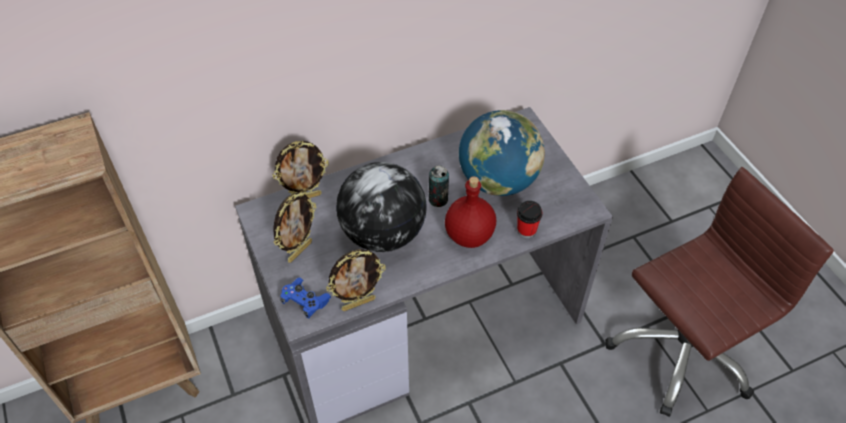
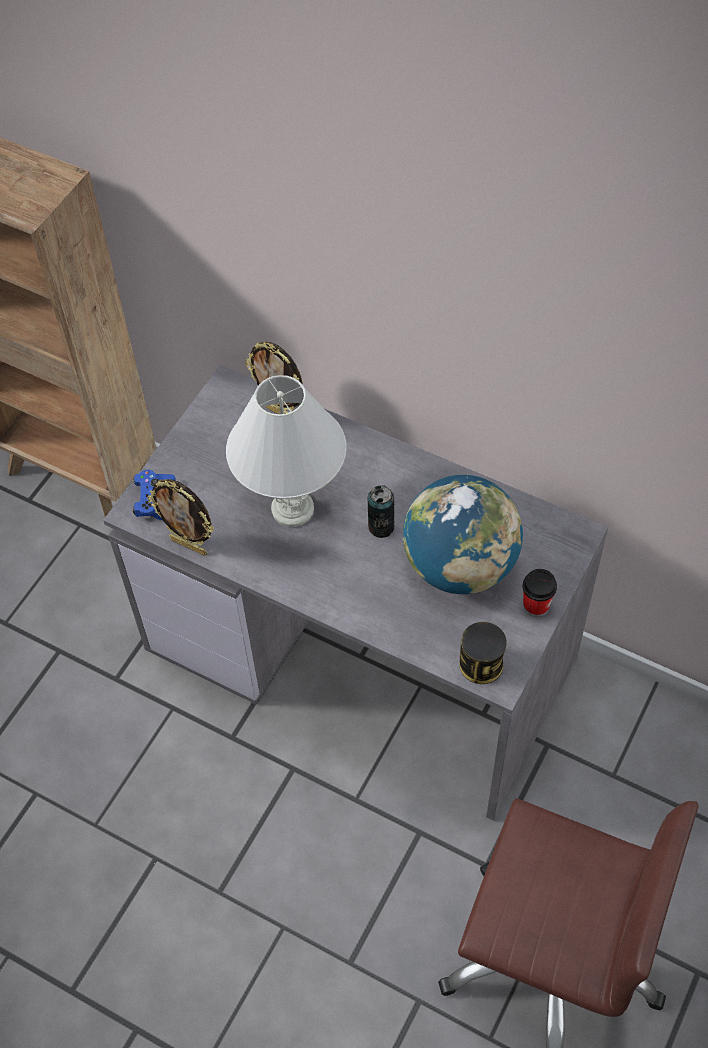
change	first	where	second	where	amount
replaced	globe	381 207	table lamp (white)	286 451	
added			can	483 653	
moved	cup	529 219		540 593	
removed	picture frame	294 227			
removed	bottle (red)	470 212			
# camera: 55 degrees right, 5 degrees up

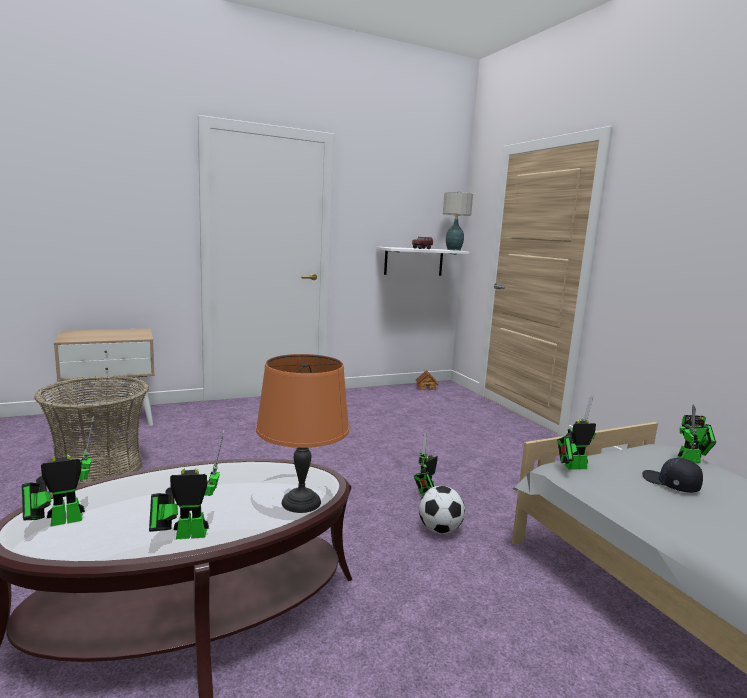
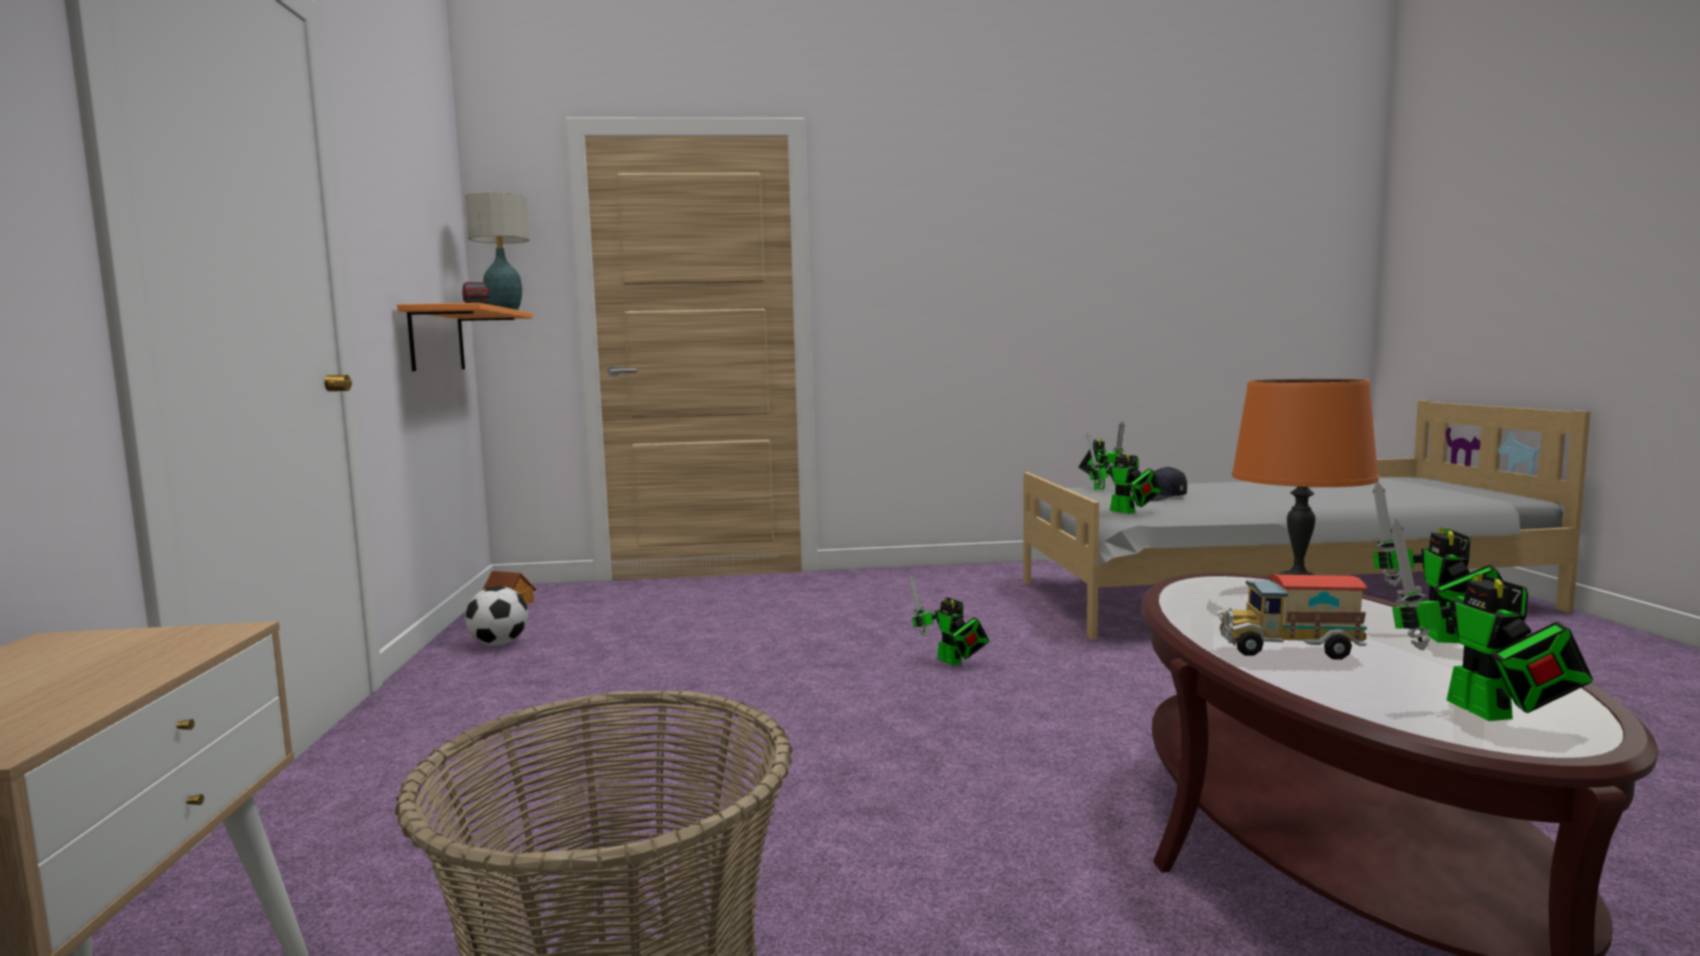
change	first	where	second	where	amount
recoloured	shelf (white)	422 261	shelf (orange)	465 337	
moved	football	442 510		496 616	
turned	toy robot	576 432		1124 473	45 degrees counterclockwise
added			toy truck	1292 617	
# camera: 70 degrees left, 5 degrees down

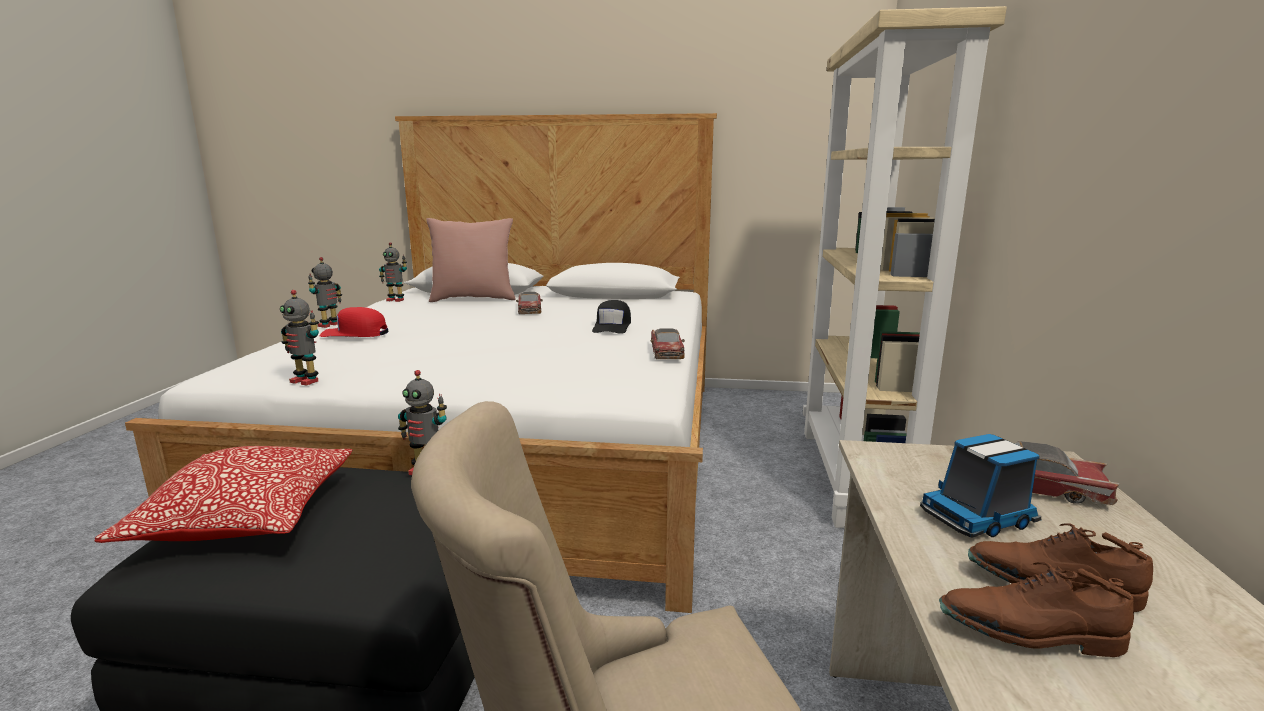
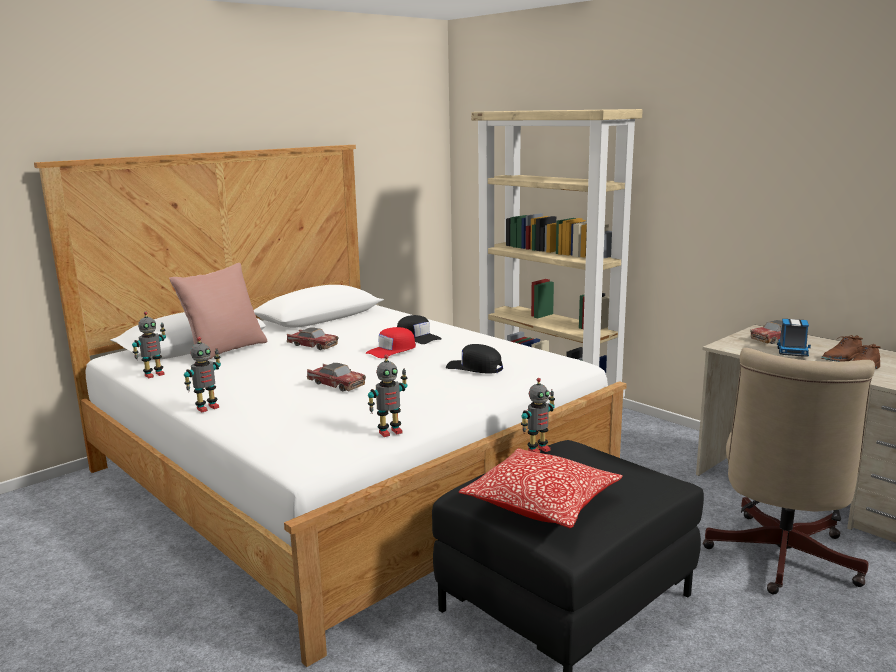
change	first	where	second	where	amount
turned	toy robot	325 292		202 374	105 degrees counterclockwise
moved	toy car	668 343		336 377	
moved	cap (red)	354 322		391 342	
added			cap (black)	474 359	
# camera: 50 degrees left, 0 degrees up

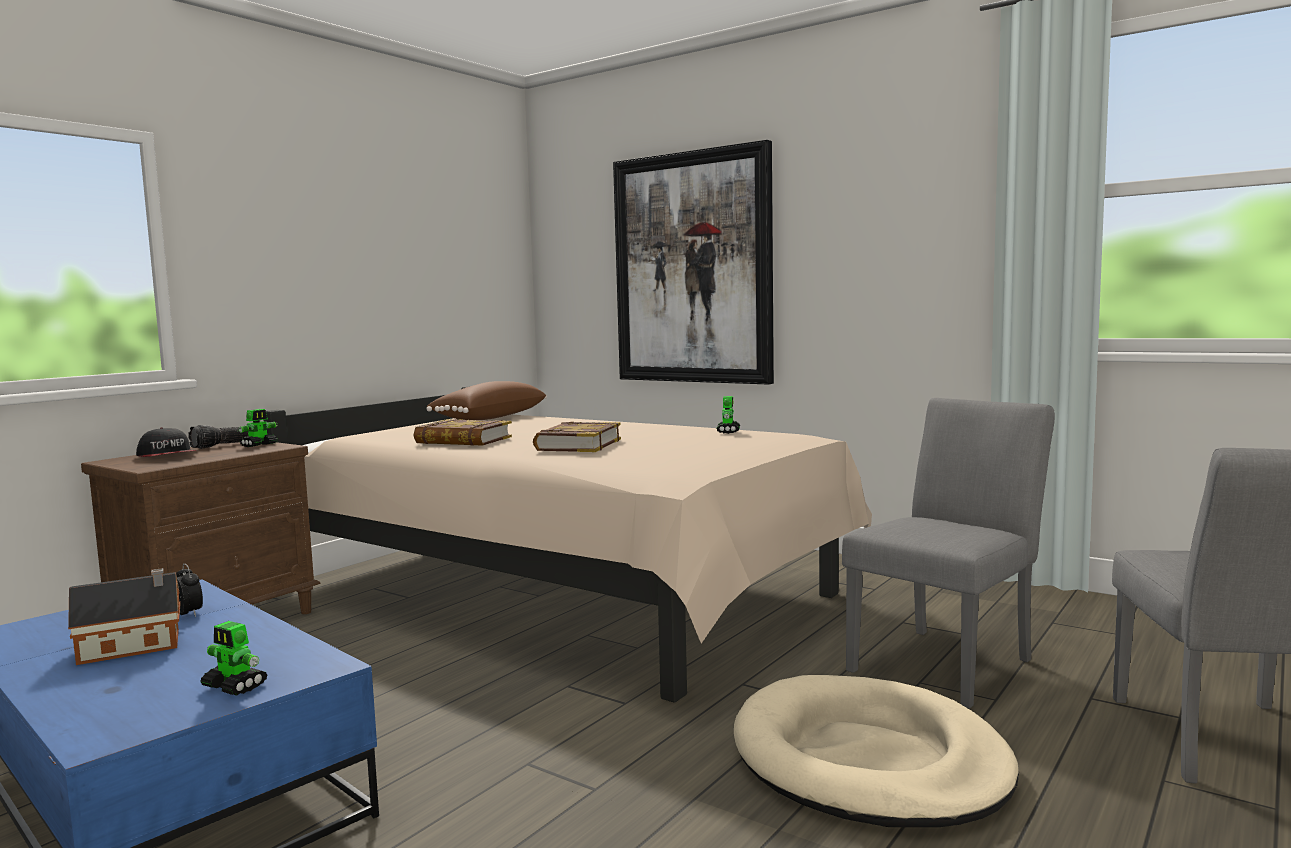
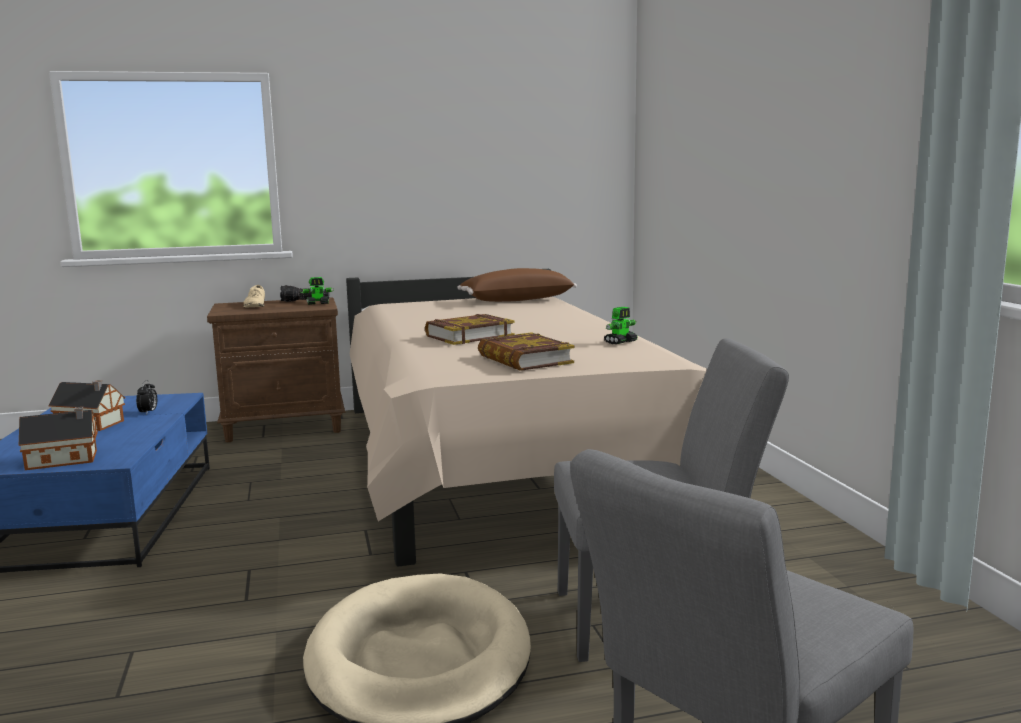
change	first	where	second	where	amount
replaced	toy robot	233 658	toy house	58 438	
replaced	cap	166 442	shoe (beige)	254 296	
moved	book	462 432		526 351	
removed	picture	693 262			
# camera: 40 degrees right, 5 degrees up

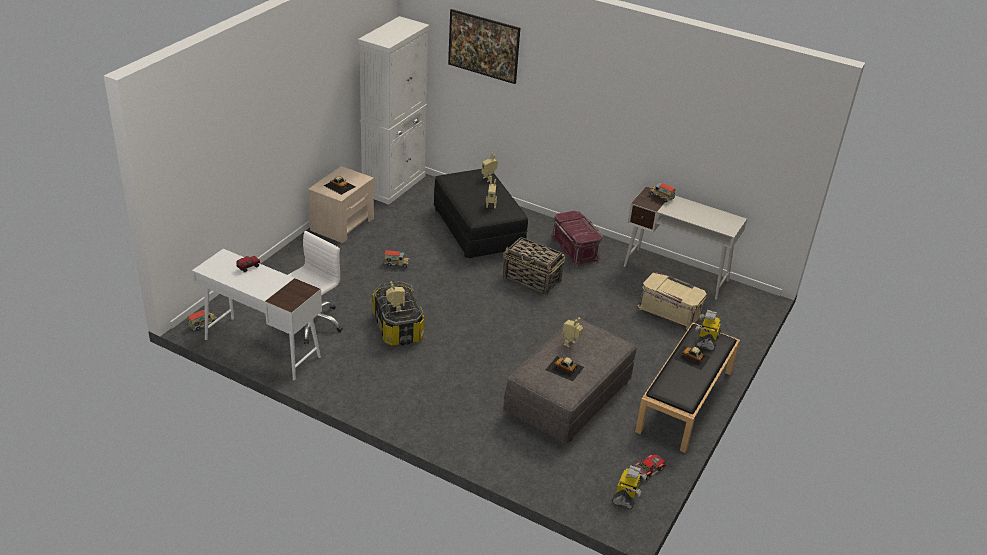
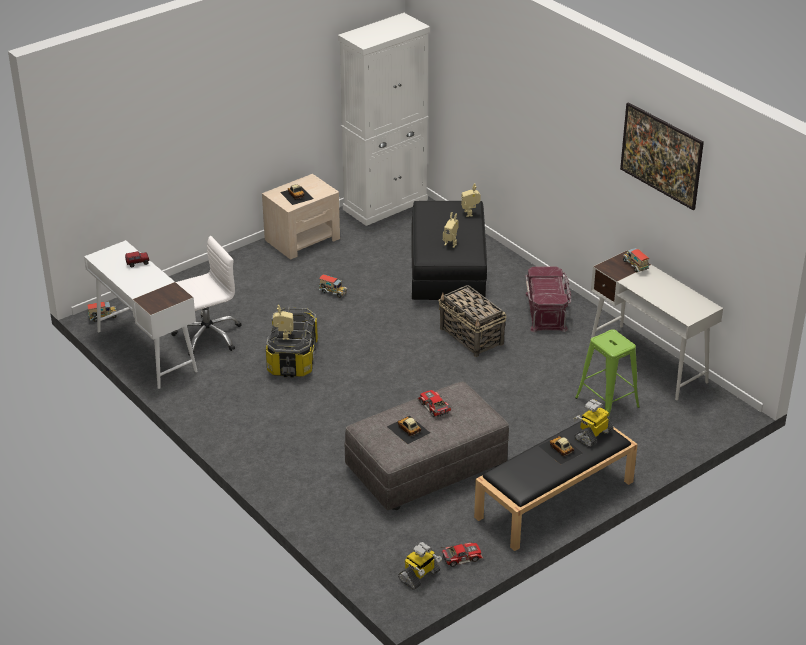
change	first	where	second	where	amount
replaced	toy robot	572 332	toy car	434 403	
replaced	storage box (beige)	672 301	stool (green)	607 373	
moved	picture	484 46		662 156	
# camera: 25 degrees right, 0 degrees up

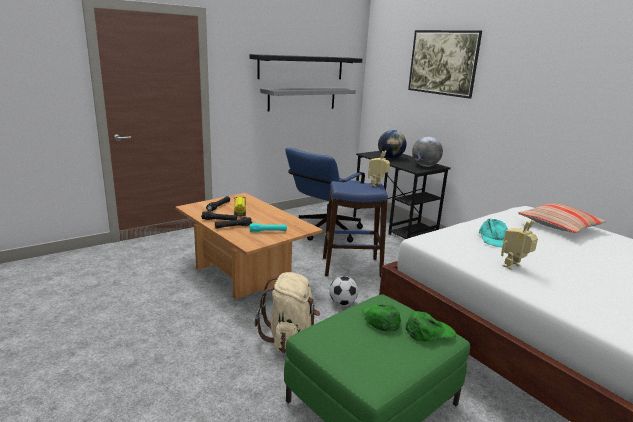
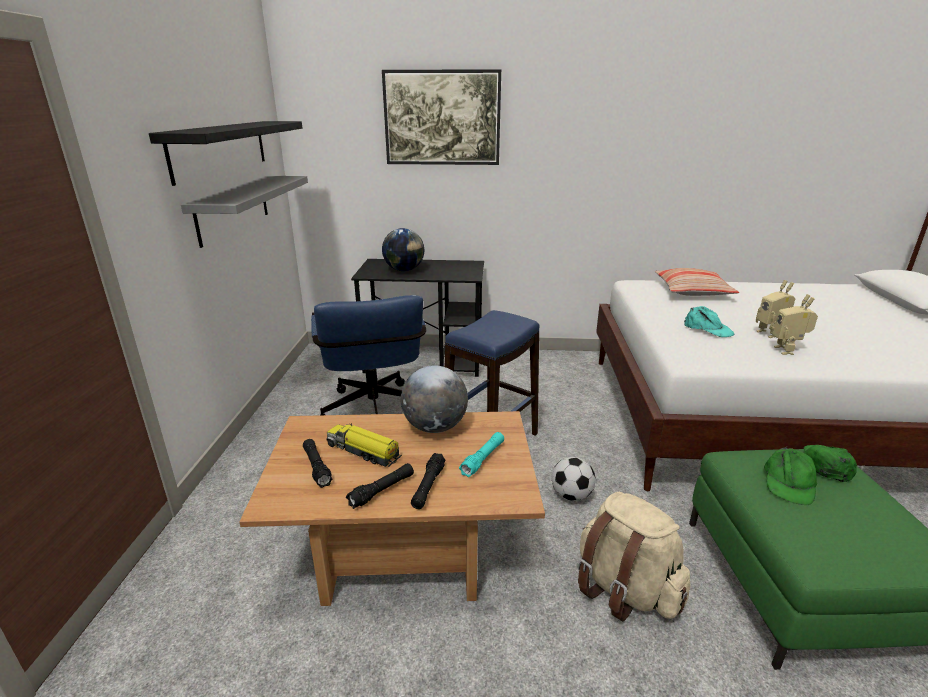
change	first	where	second	where	amount
moved	globe	427 152		434 399	
moved	toy robot	379 169		775 309	
turned	cap (green)	381 317		790 476	90 degrees counterclockwise
# camera: 50 degrees left, 5 degrees up

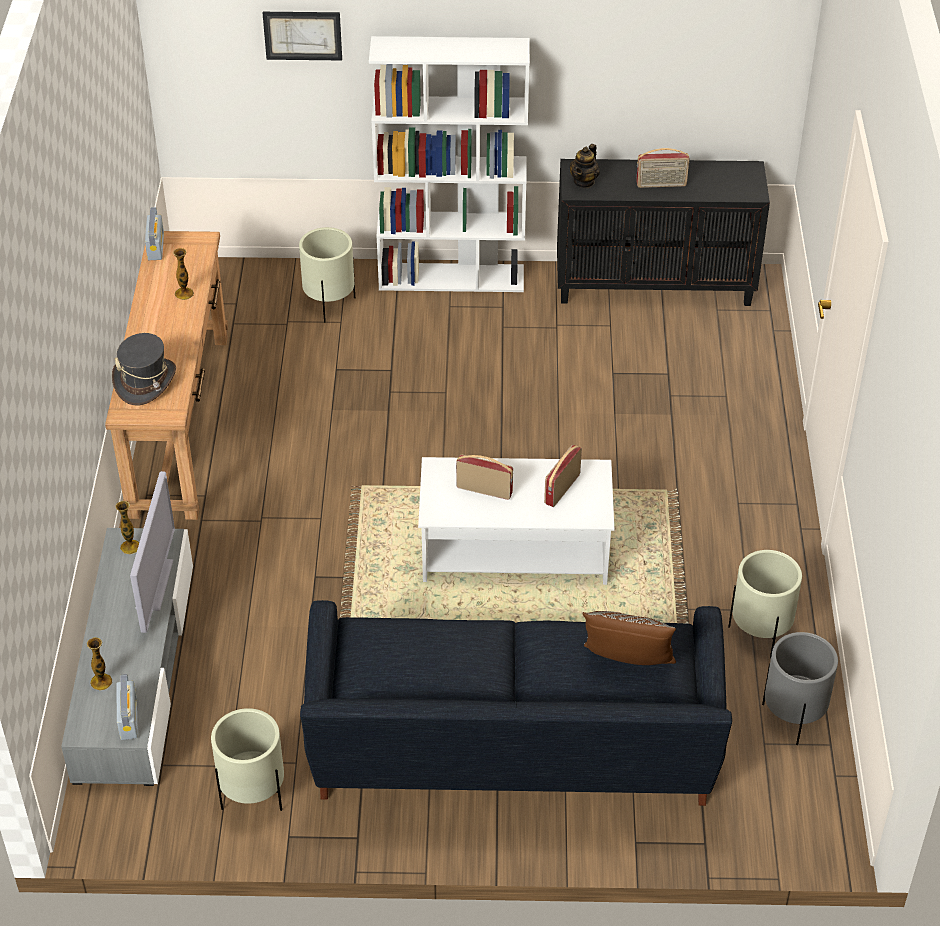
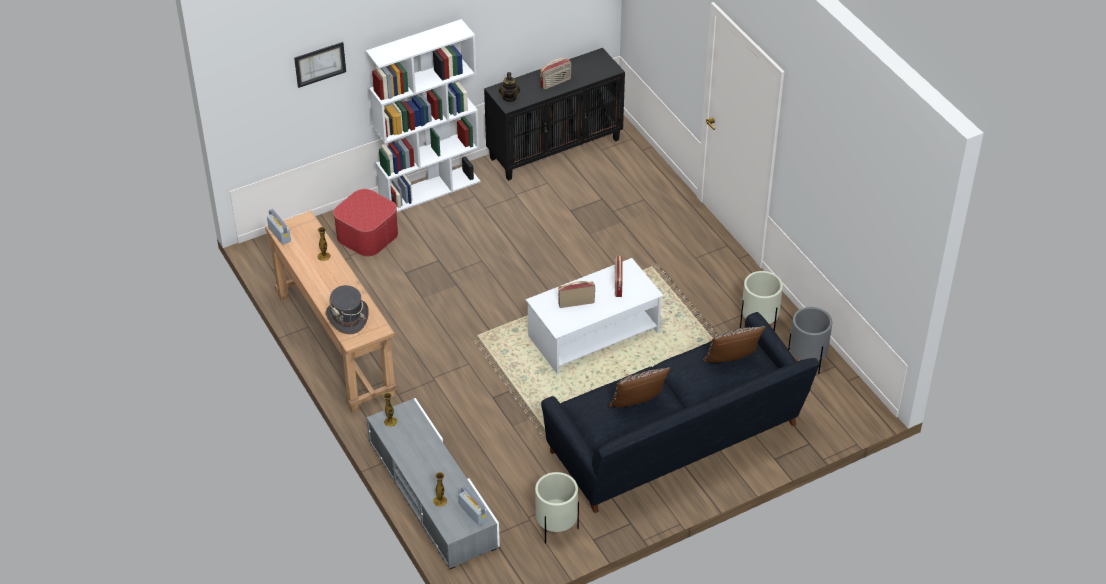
change	first	where	second	where	amount
replaced	planter (beige)	327 274	ottoman	365 223	
added			pillow (brown)	640 387	
removed	television	152 552			
# camera: 30 degrees left, 0 degrees up

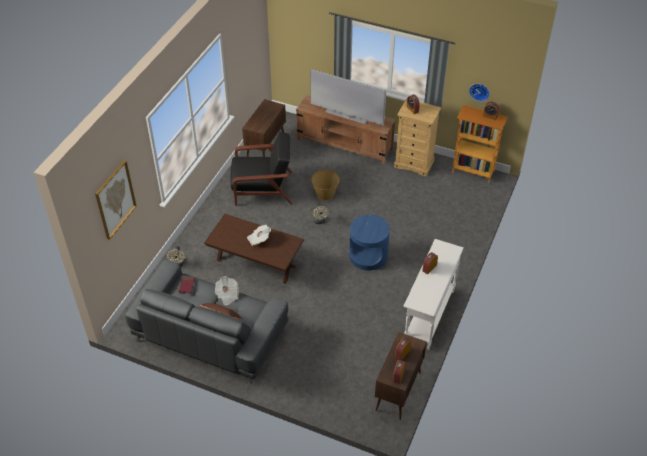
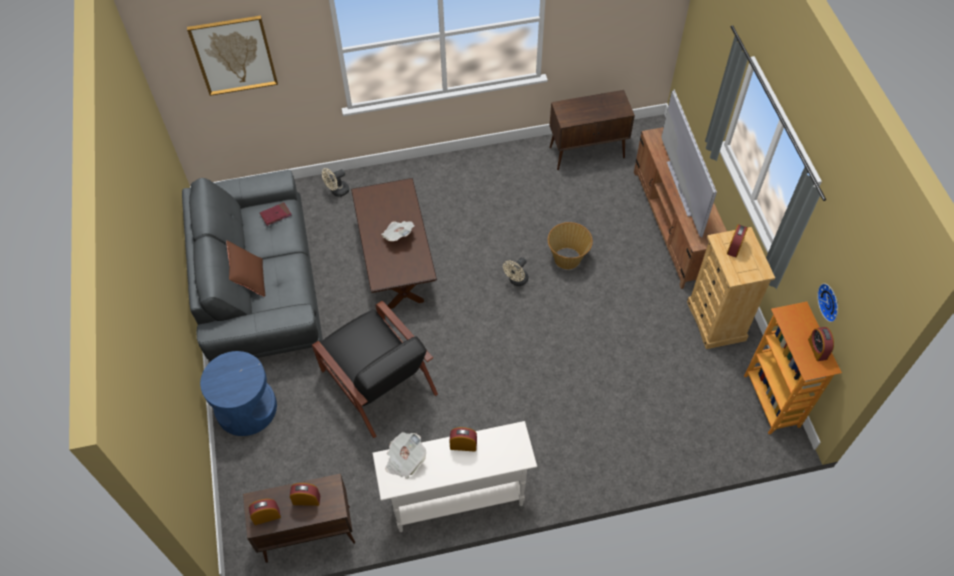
change	first	where	second	where	amount
moved	side table (blue)	369 242		238 393	
moved	armchair (black)	261 169		375 369	
moved	newspaper	227 291		405 455	
# camera: 55 degrees right, 10 degrees up

